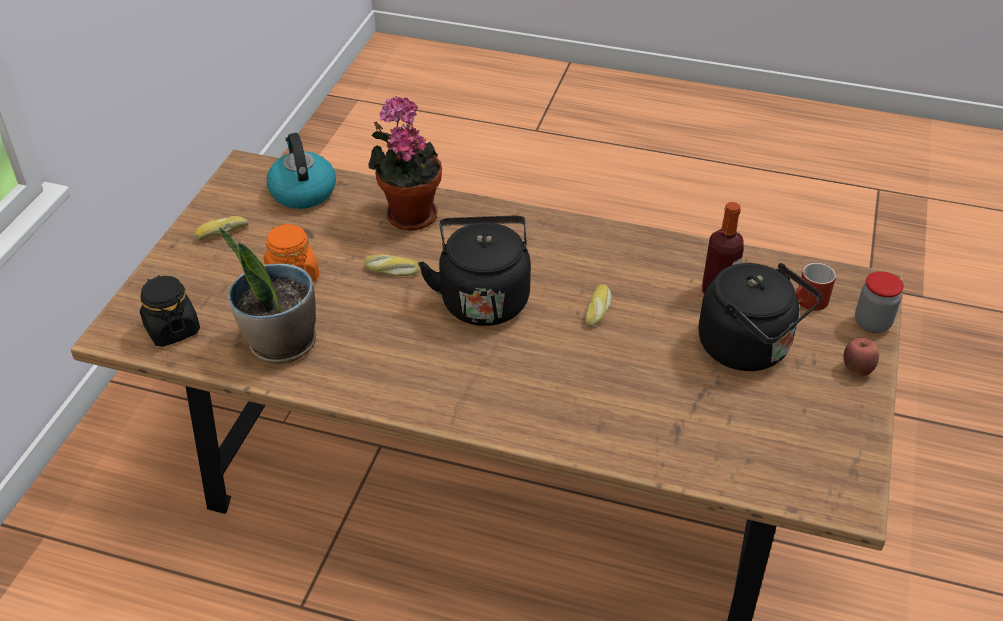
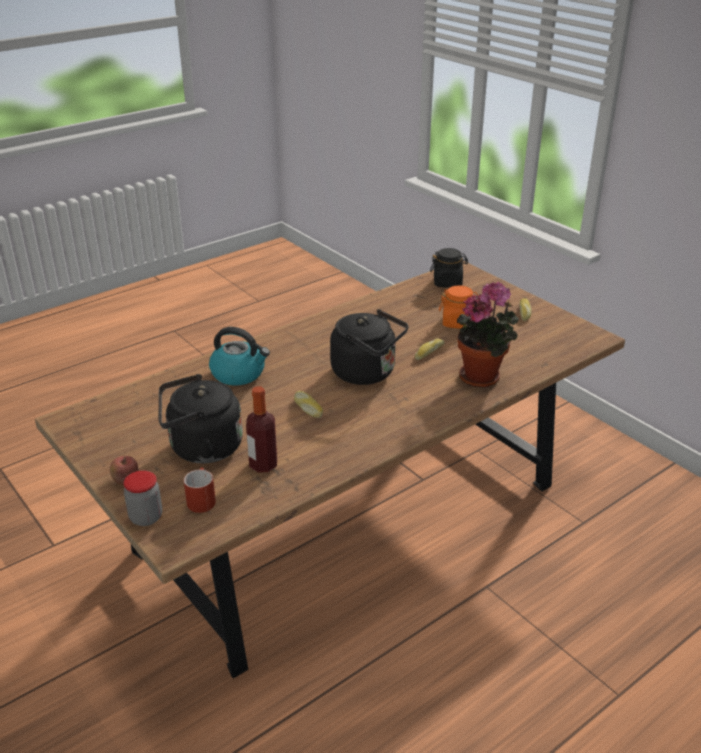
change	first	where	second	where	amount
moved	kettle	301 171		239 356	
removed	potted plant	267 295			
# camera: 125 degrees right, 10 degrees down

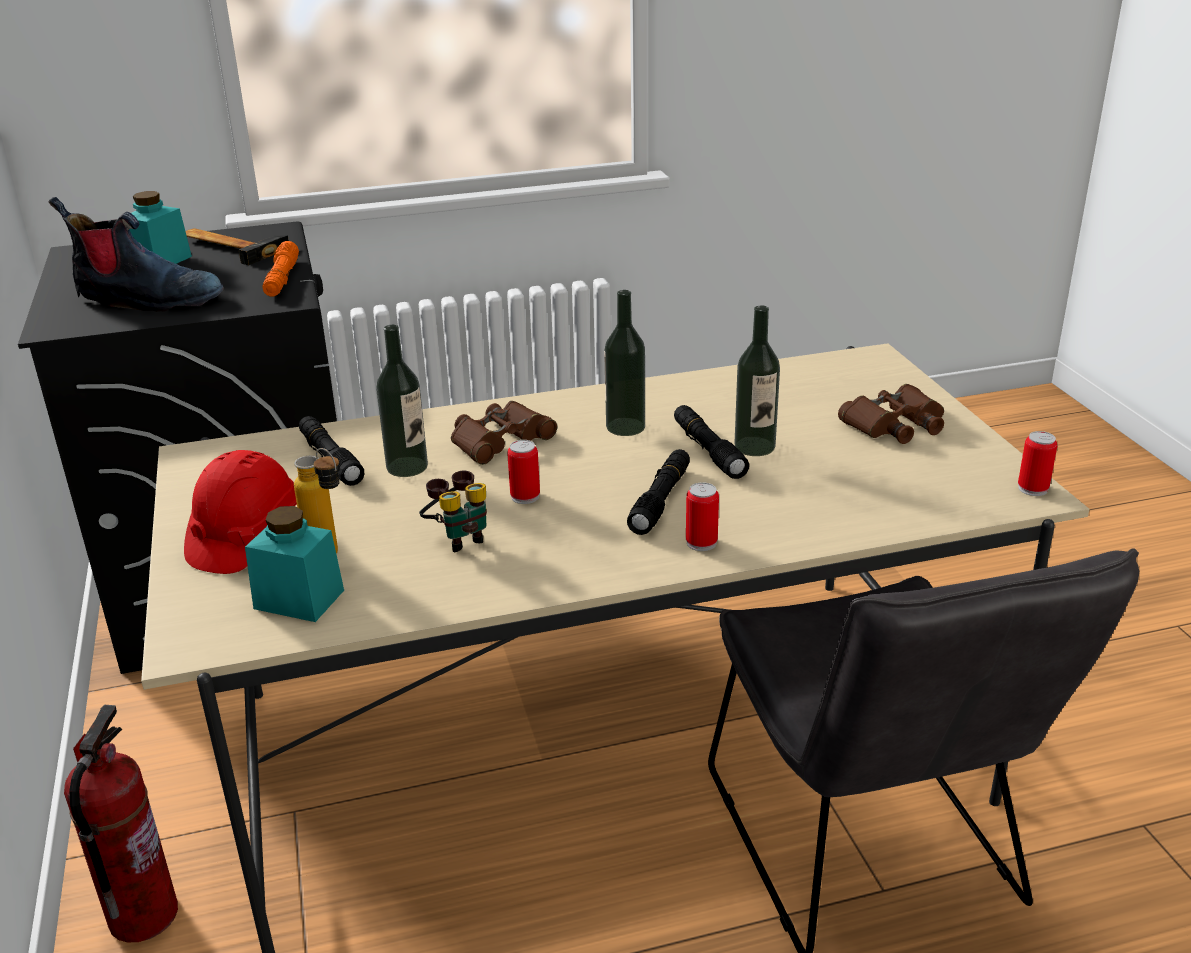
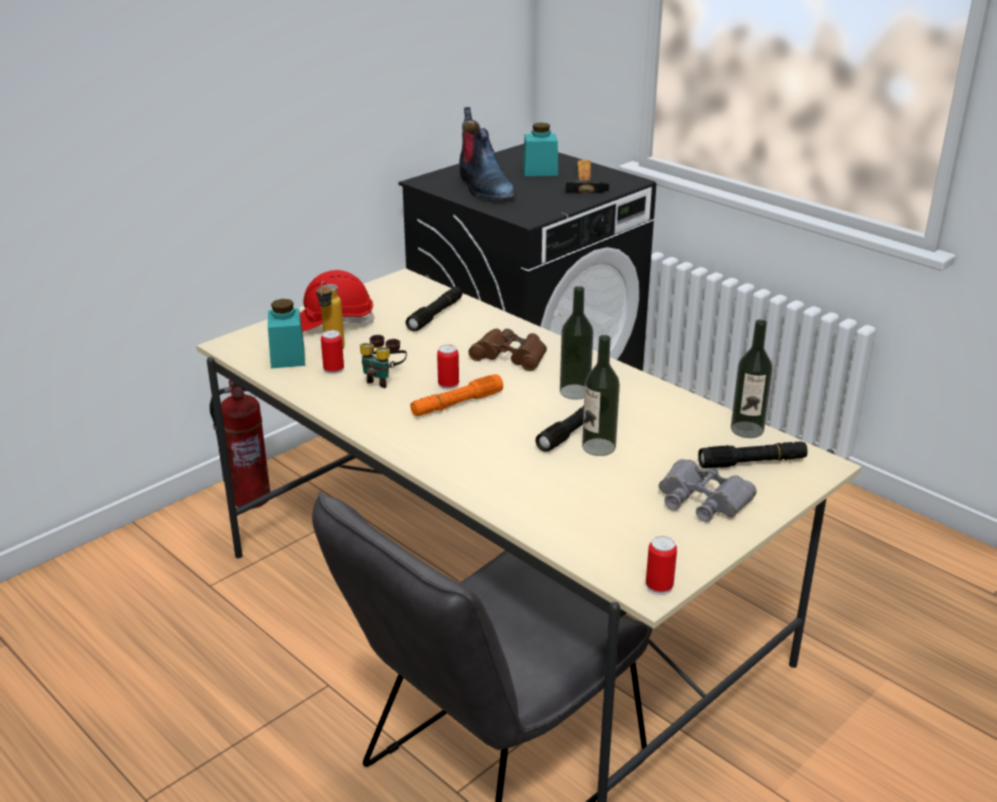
change	first	where	second	where	amount
moved	can	702 516		332 352	
moved	flashlight (orange)	281 269		456 395	
recoloured	binoculars (brown)	891 414	binoculars (grey)	708 490	
moved	flashlight (black)	658 492		753 455	
moved	bottle	402 401		752 379	
# camera: 60 degrees right, 0 degrees up

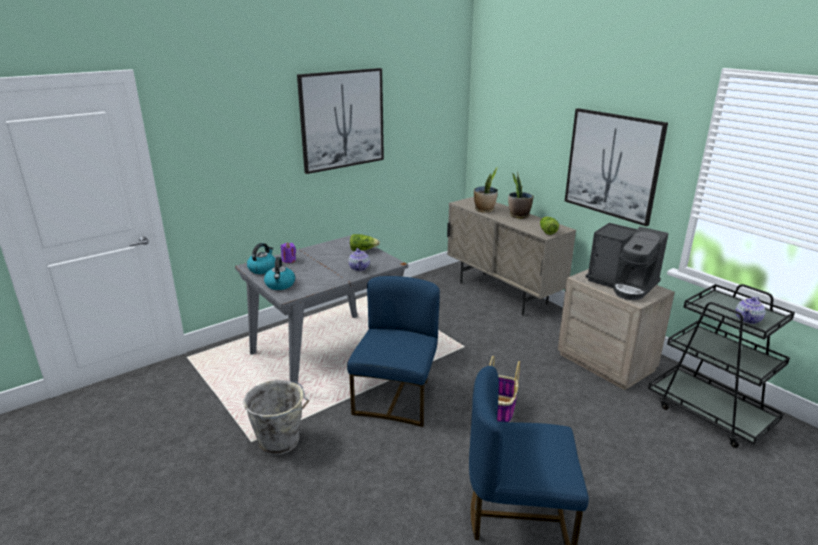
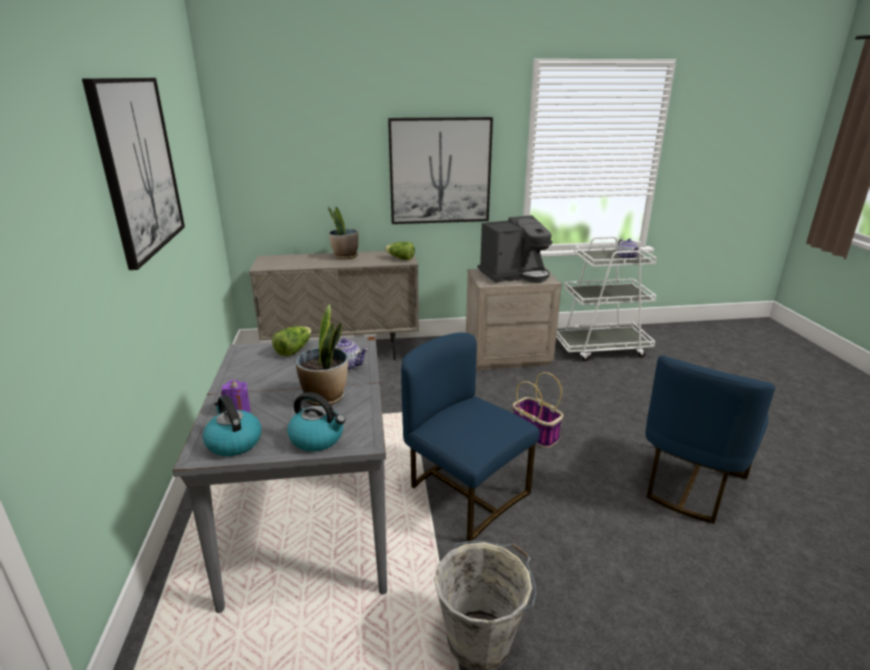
change	first	where	second	where	amount
moved	potted plant	486 190		322 355	
recoloured	cart (black)	721 366	cart (white)	606 298	
# camera: 60 degrees left, 0 degrees up

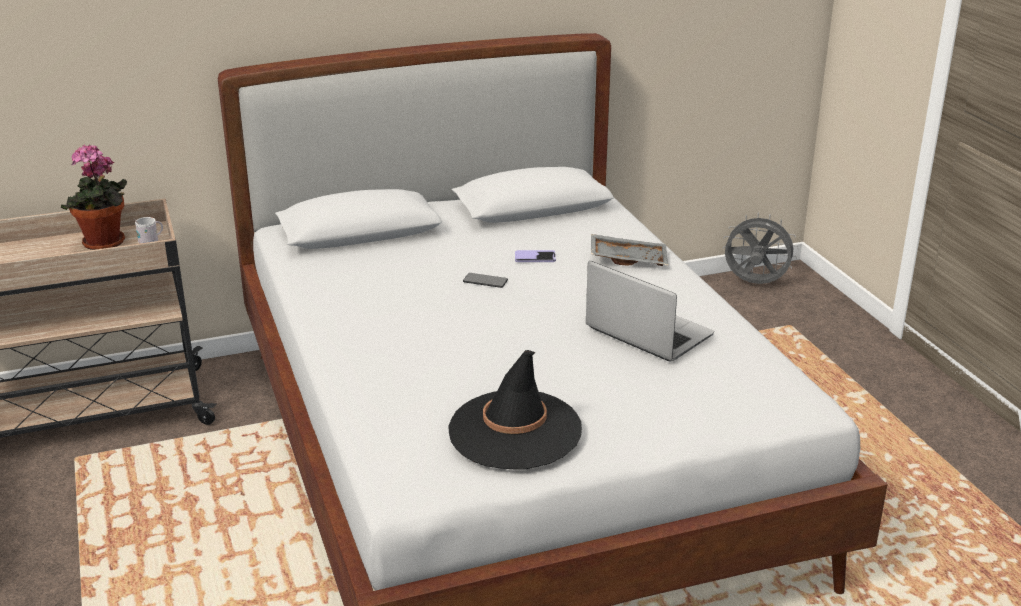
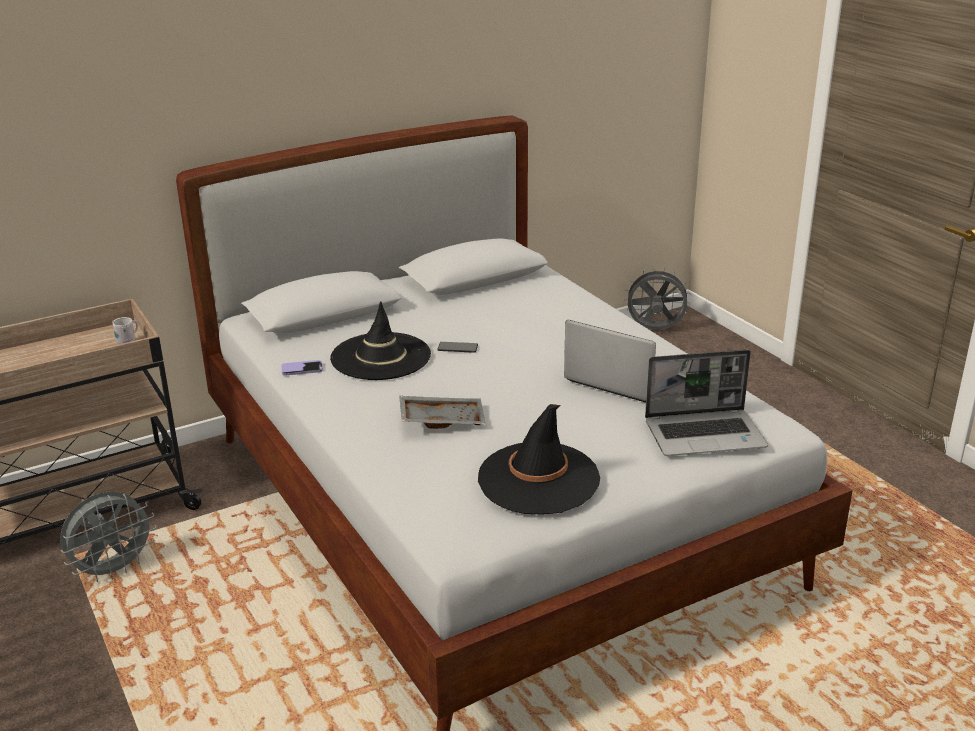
change	first	where	second	where	amount
added			fan (grey)	108 536	
moved	phone	535 256		302 368	
added			hat (black)	380 340	
moved	tray (grey)	629 250		442 412	
added			laptop	706 403	
removed	potted plant	94 197			
# camera: 10 degrees left, 0 degrees up

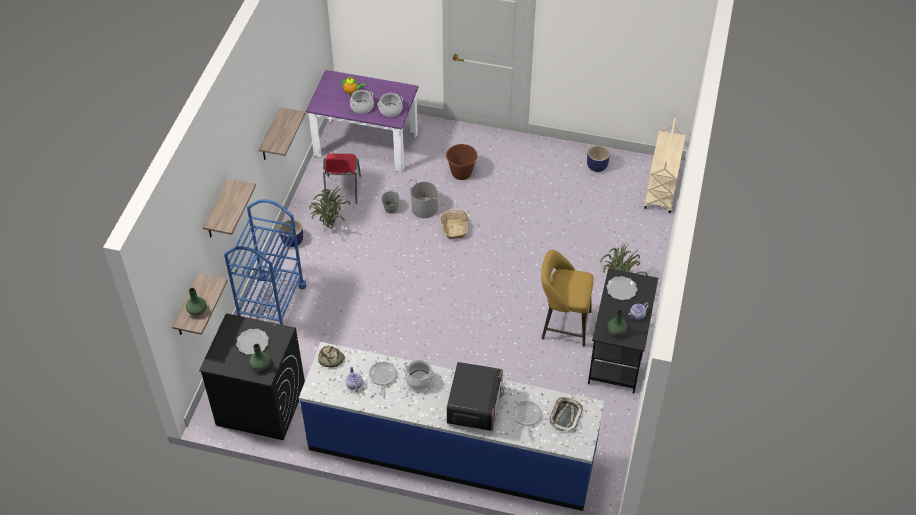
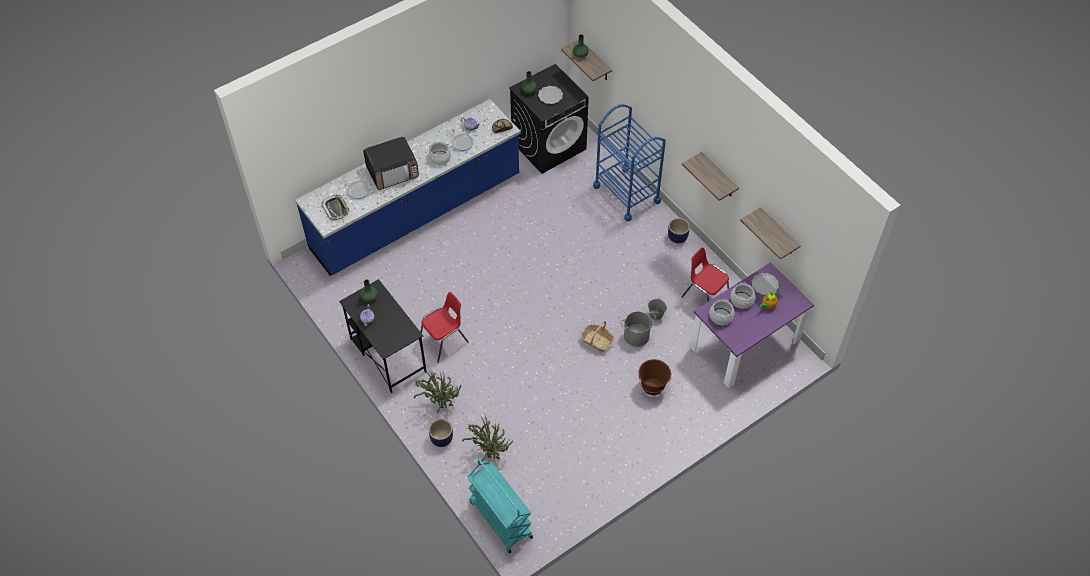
change	first	where	second	where	amount
turned	microwave	476 396		391 163	75 degrees counterclockwise
replaced	stool (yellow)	567 298	chair (red)	444 327	
moved	planter	598 158		441 433	
moved	potted plant	329 207		487 437	
recoloured	cart (beige)	664 165	cart (turquoise)	500 506	
moved	shelf	229 208		770 233	
moved	plate	621 288		765 284	
# camera: 130 degrees right, 5 degrees up

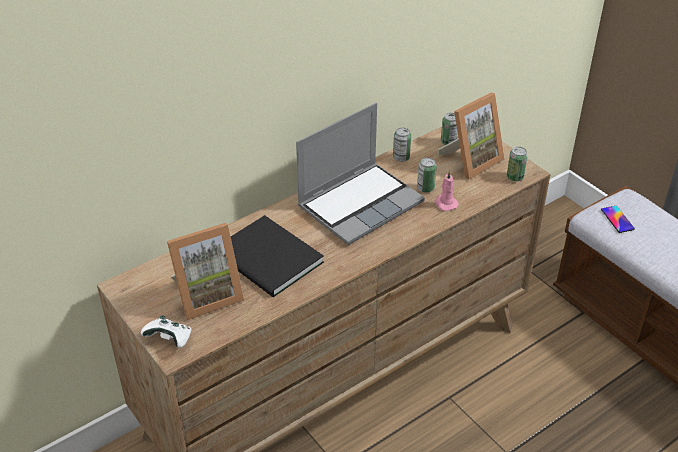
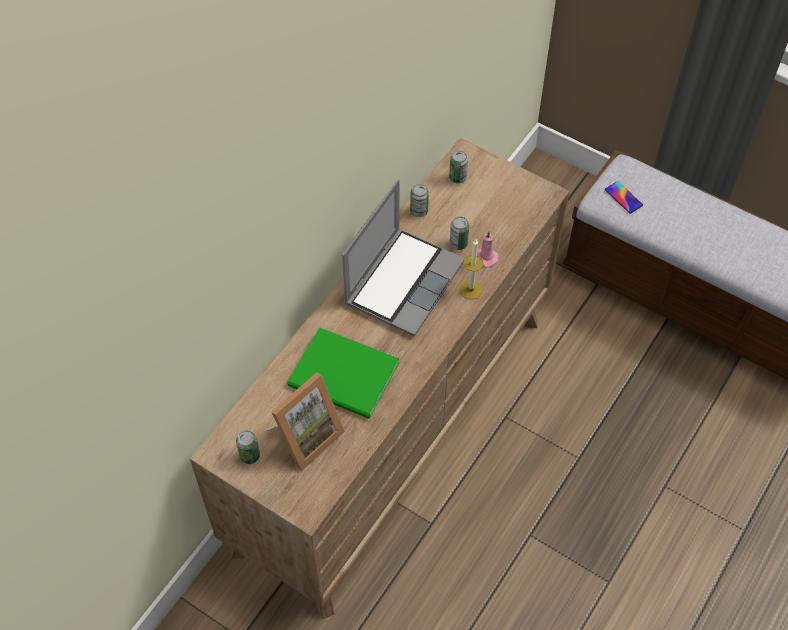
change	first	where	second	where	amount
moved	can	517 164		248 447	
recoloured	book (black)	277 256	book (green)	343 373	
added			candle	471 269	
removed	game controller (white)	166 332			
removed	picture frame	471 136			
# camera: 20 degrees left, 15 degrees up

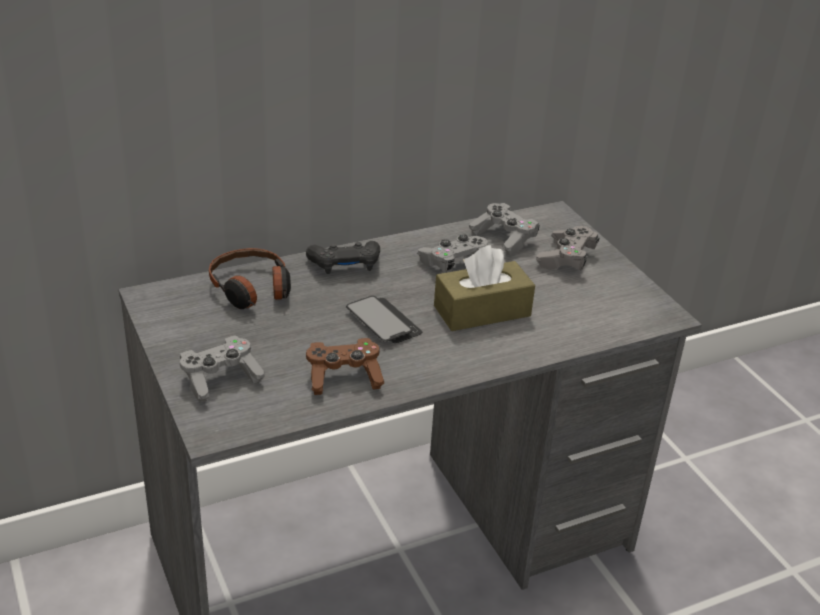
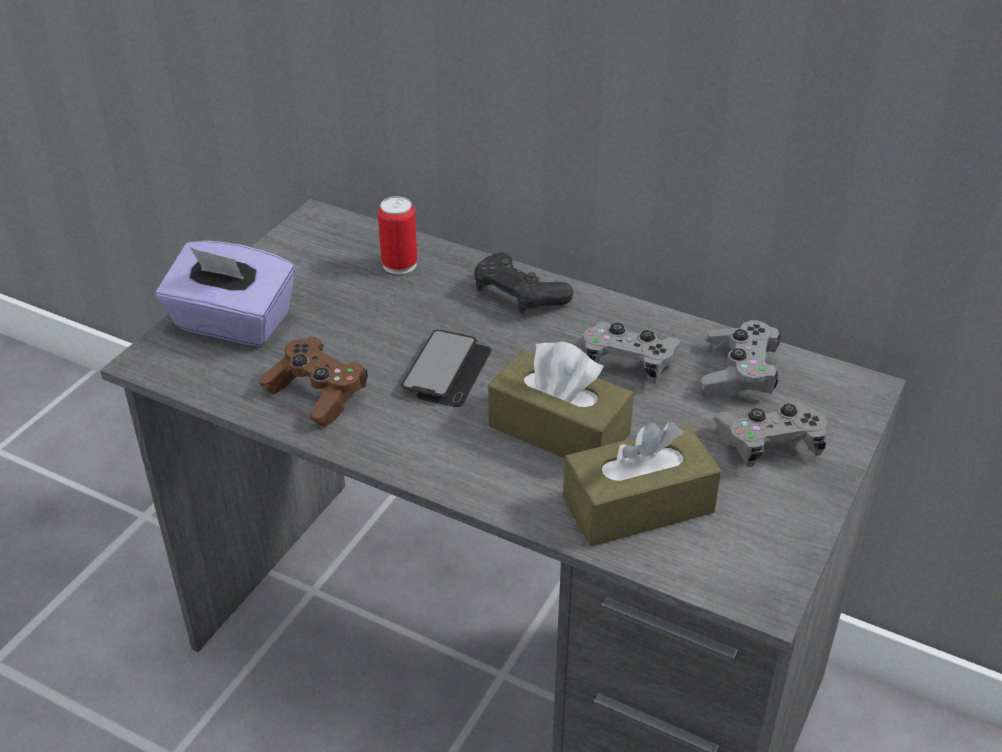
change	first	where	second	where	amount
replaced	game controller (grey)	222 369	tissue box (purple)	225 293	
replaced	headphones	250 278	can	397 235	
added			tissue box (brown)	642 484	
# camera: 55 degrees right, 5 degrees up

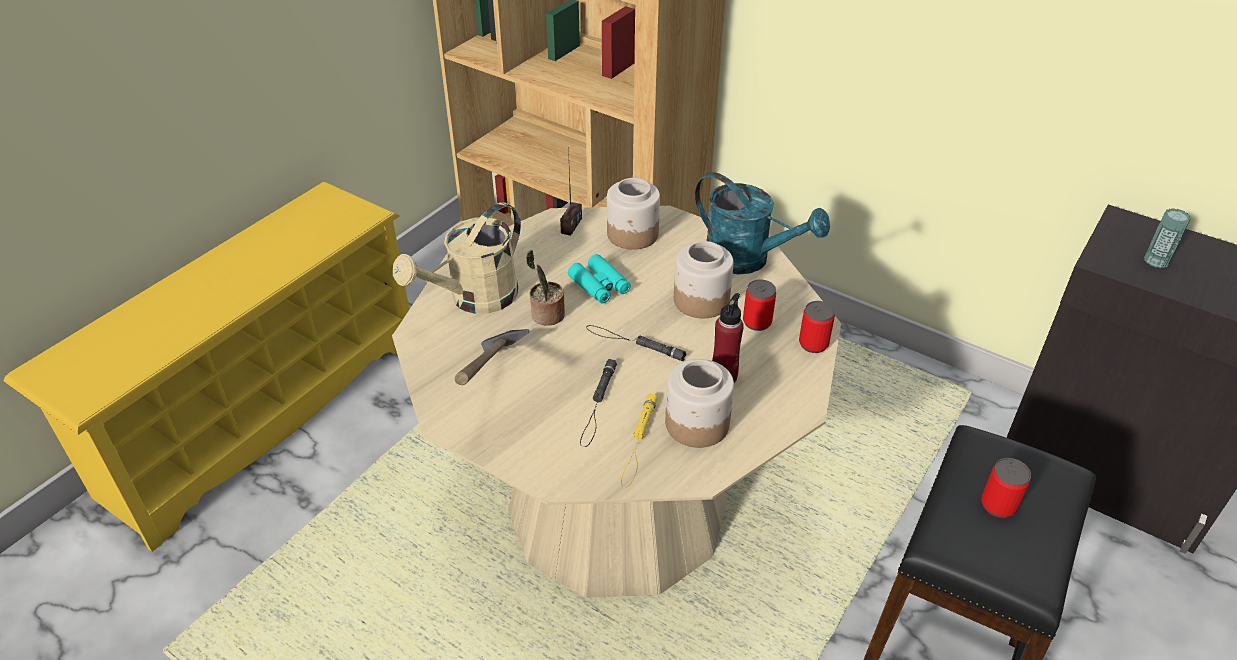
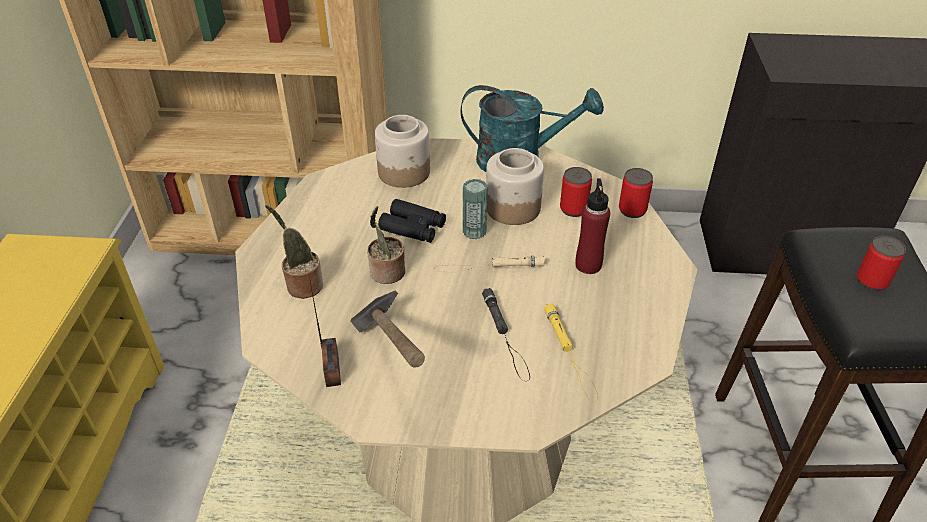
change	first	where	second	where	amount
replaced	watering can (beige)	457 258	potted plant	294 252	
moved	radio	571 191		325 332	
recoloured	binoculars (turquoise)	599 278	binoculars (black)	412 221	
recoloured	flashlight (black)	636 343	flashlight (beige)	489 264	
moved	can	1167 238		475 209	
removed	jar	699 403			
# camera: 30 degrees left, 0 degrees up

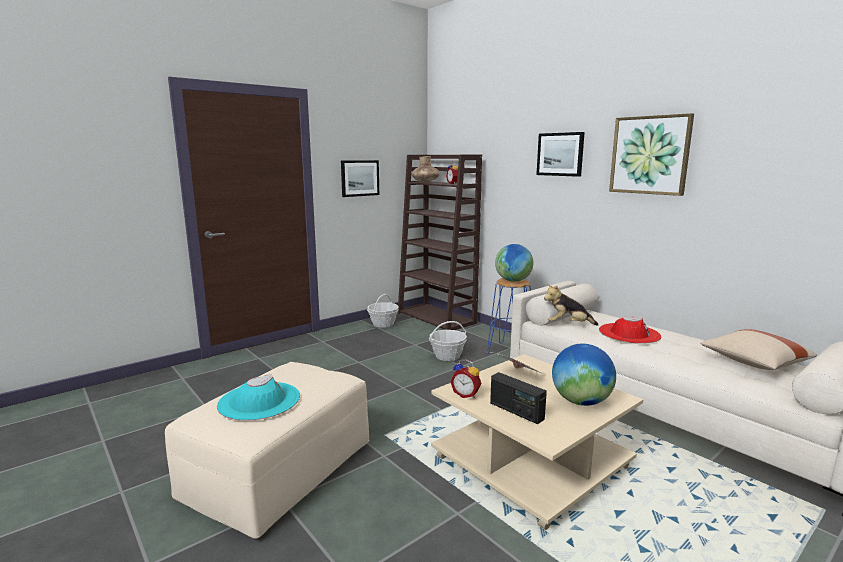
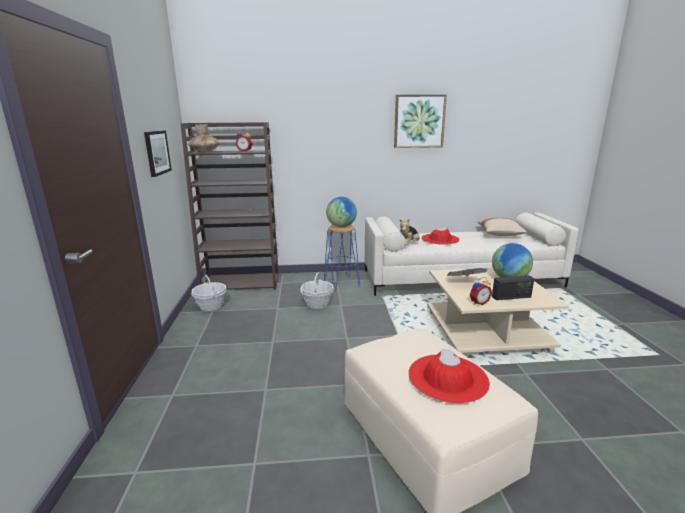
change	first	where	second	where	amount
recoloured	hat (turquoise)	258 397	hat (red)	449 376	
removed	picture	560 154			
# camera: 55 degrees left, 5 degrees up

